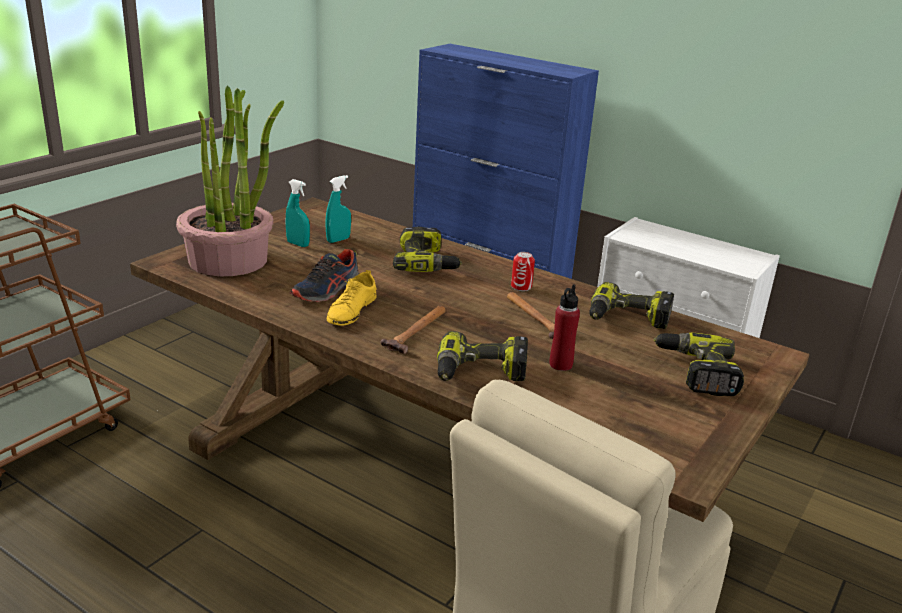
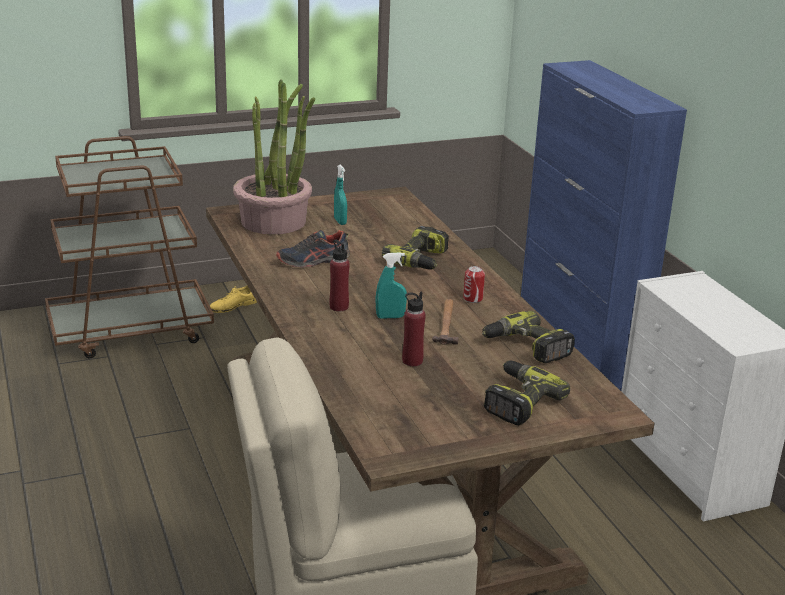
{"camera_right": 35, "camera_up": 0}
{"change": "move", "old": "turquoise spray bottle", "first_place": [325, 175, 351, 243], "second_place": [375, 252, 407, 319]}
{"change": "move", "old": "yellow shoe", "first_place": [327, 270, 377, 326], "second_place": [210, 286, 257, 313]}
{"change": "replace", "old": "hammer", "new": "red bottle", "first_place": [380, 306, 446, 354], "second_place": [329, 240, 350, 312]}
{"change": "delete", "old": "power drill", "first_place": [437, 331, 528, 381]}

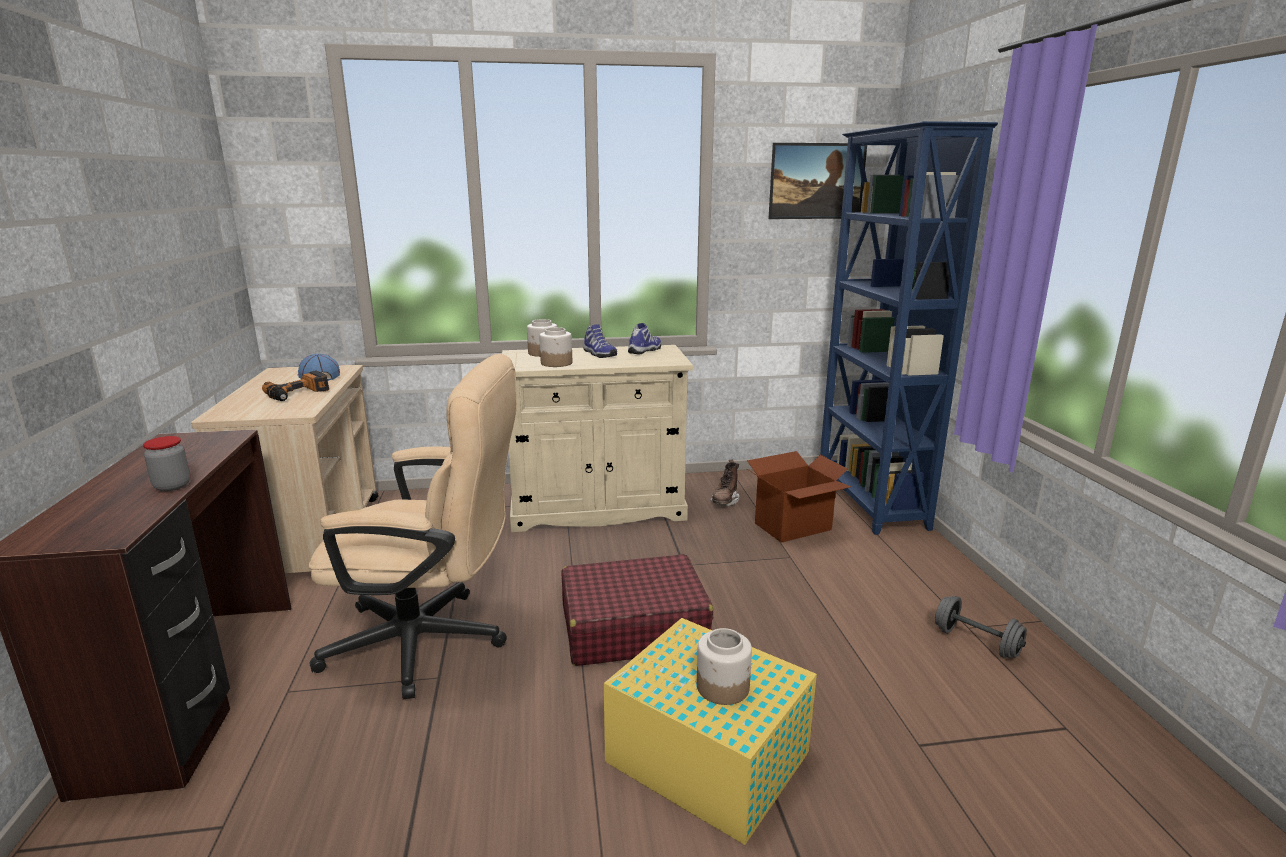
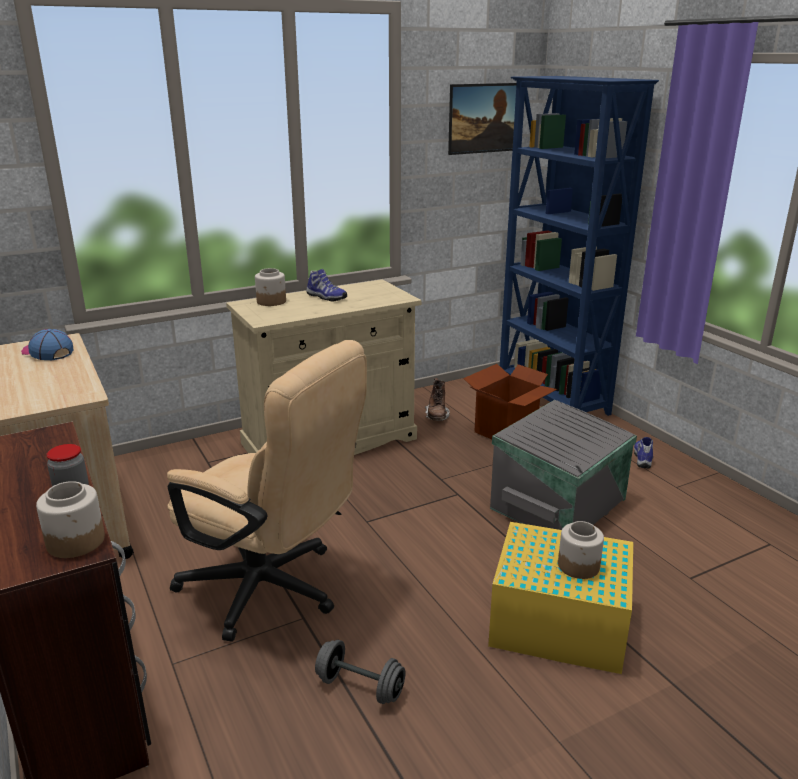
{"camera_right": -20, "camera_up": 5}
{"change": "delete", "old": "power drill", "first_place": [262, 371, 329, 401]}
{"change": "rotate", "old": "beige office chair", "first_place": [309, 354, 517, 699], "second_place": [167, 340, 367, 642], "degrees": 45}
{"change": "move", "old": "jar", "first_place": [539, 327, 572, 367], "second_place": [36, 481, 105, 558]}
{"change": "delete", "old": "red suitcase", "first_place": [561, 554, 713, 666]}
{"change": "move", "old": "shoe", "first_place": [628, 323, 661, 355], "second_place": [634, 437, 653, 468]}
{"change": "move", "old": "grey dumbbell", "first_place": [935, 596, 1027, 658], "second_place": [315, 640, 405, 704]}
{"change": "insert", "new": "grey storage box", "second_place": [490, 400, 637, 530]}

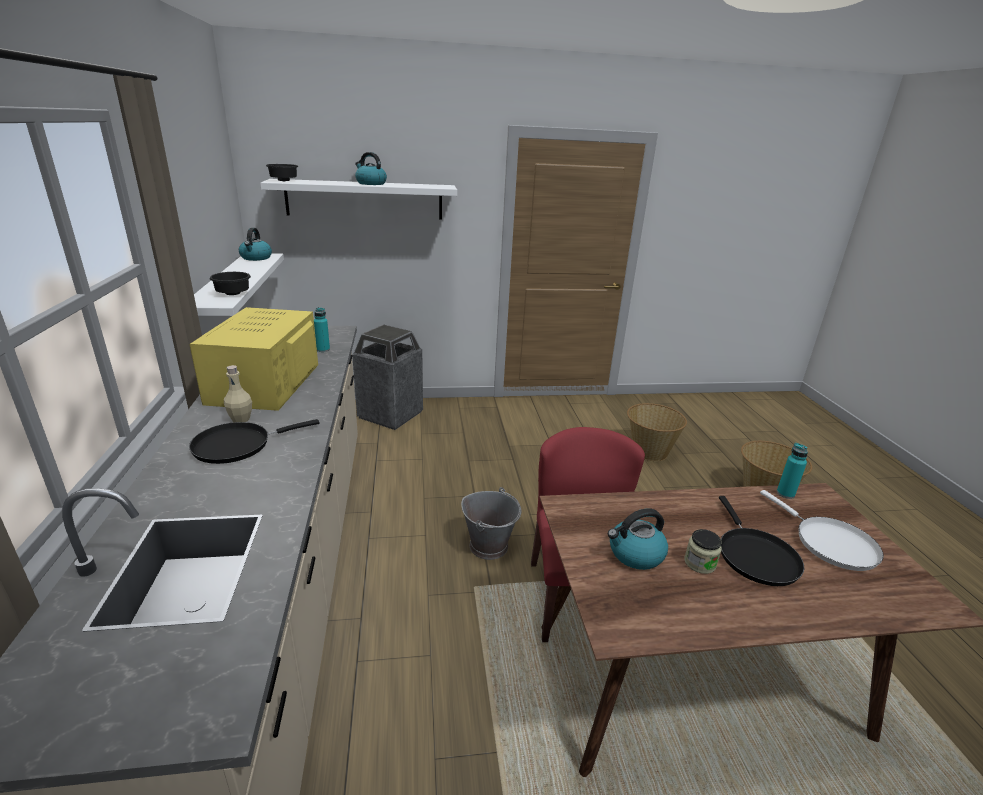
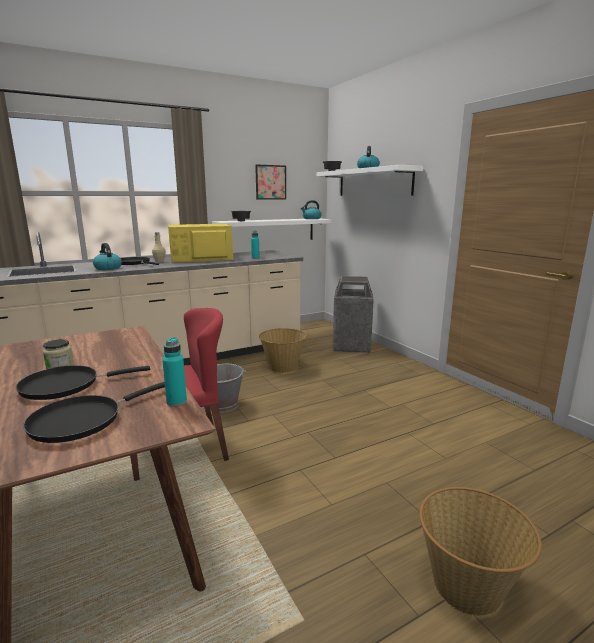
{"camera_right": 70, "camera_up": -10}
{"change": "move", "old": "kettle", "first_place": [608, 508, 668, 570], "second_place": [93, 243, 122, 270]}
{"change": "move", "old": "basket", "first_place": [627, 403, 687, 461], "second_place": [259, 328, 307, 373]}
{"change": "recolor", "old": "white frying pan", "new": "black frying pan", "first_place": [760, 490, 884, 571], "second_place": [23, 382, 165, 443]}
{"change": "insert", "new": "picture", "second_place": [255, 164, 286, 200]}

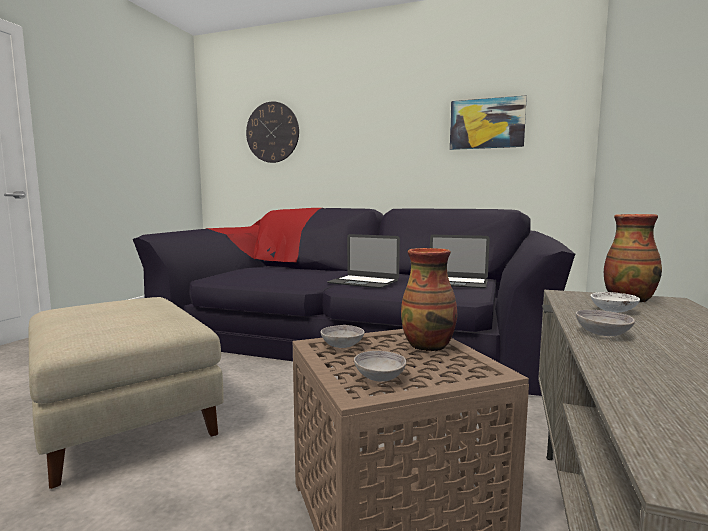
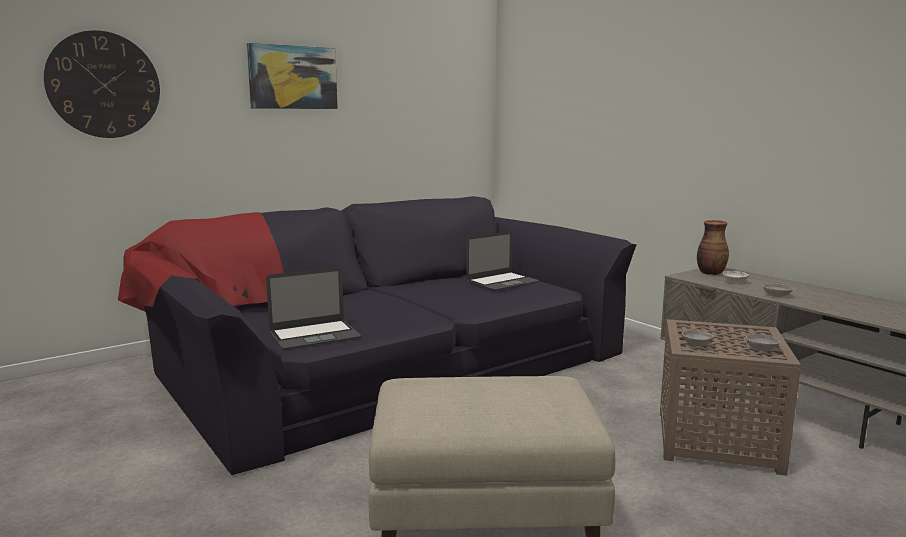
{"camera_right": -55, "camera_up": 5}
{"change": "move", "old": "laptop", "first_place": [327, 234, 400, 288], "second_place": [266, 268, 361, 349]}
{"change": "delete", "old": "vase", "first_place": [401, 248, 457, 352]}
{"change": "move", "old": "picture", "first_place": [450, 95, 527, 150], "second_place": [247, 43, 338, 109]}

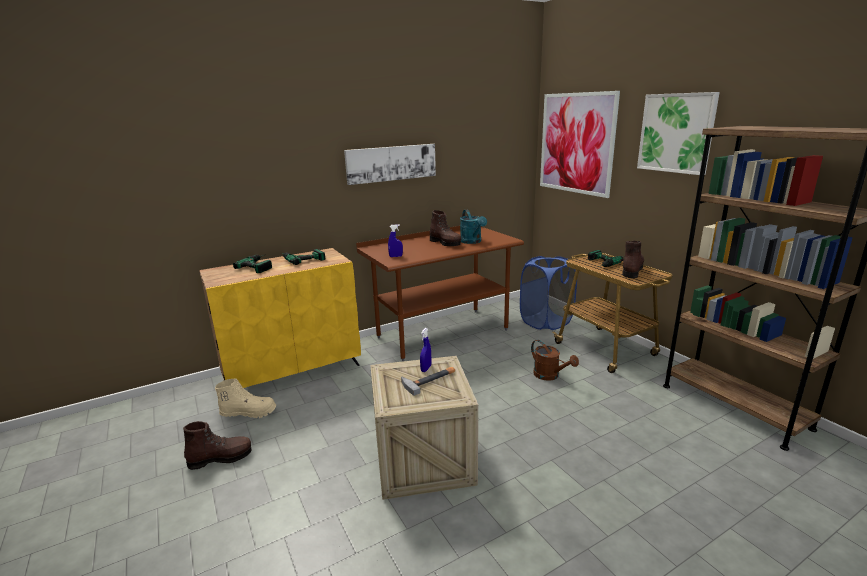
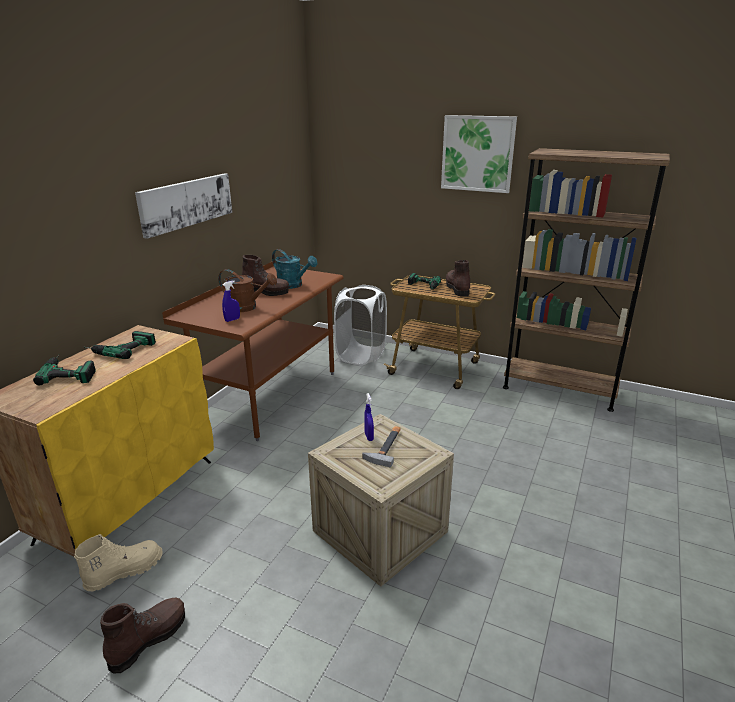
{"camera_right": -35, "camera_up": 5}
{"change": "recolor", "old": "blue laundry basket", "new": "white laundry basket", "first_place": [520, 256, 577, 330], "second_place": [334, 285, 387, 365]}
{"change": "move", "old": "brown watering can", "first_place": [531, 340, 579, 381], "second_place": [218, 269, 277, 312]}
{"change": "delete", "old": "picture", "first_place": [540, 91, 620, 198]}

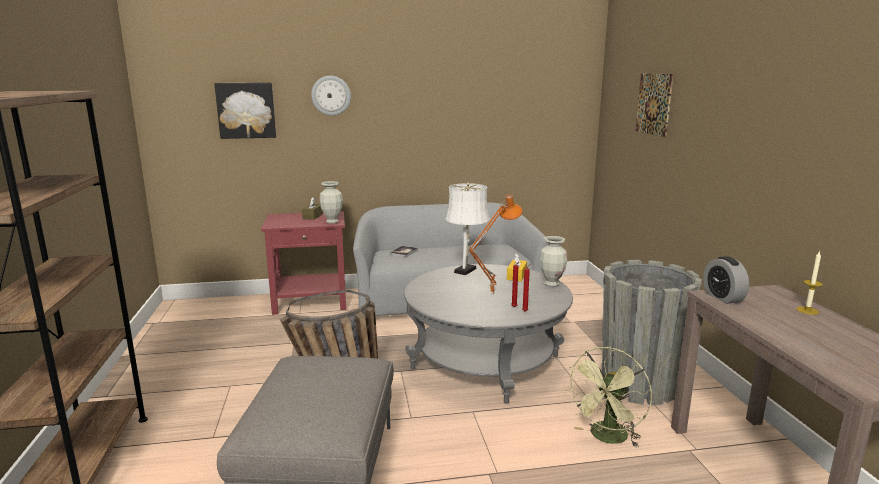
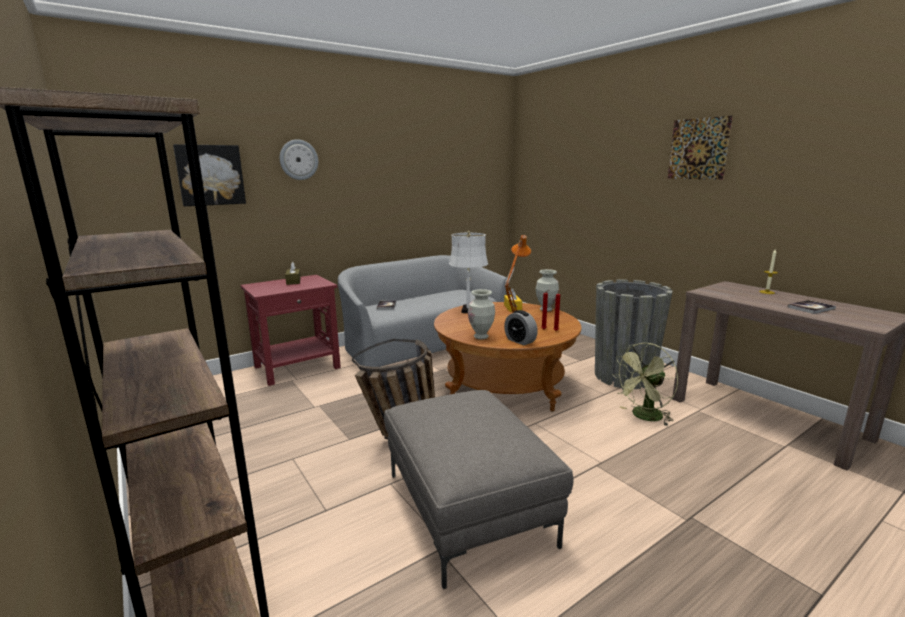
{"camera_right": -25, "camera_up": 0}
{"change": "move", "old": "vase", "first_place": [319, 181, 343, 224], "second_place": [468, 289, 495, 339]}
{"change": "recolor", "old": "grey coffee table", "new": "brown coffee table", "first_place": [404, 264, 573, 404], "second_place": [434, 302, 582, 412]}
{"change": "rotate", "old": "green fan", "first_place": [565, 347, 652, 447], "second_place": [612, 343, 678, 426], "degrees": 45}
{"change": "move", "old": "picture", "first_place": [635, 74, 673, 137], "second_place": [668, 116, 733, 180]}
{"change": "move", "old": "alarm clock", "first_place": [703, 256, 749, 304], "second_place": [504, 310, 538, 345]}
{"change": "insert", "new": "book", "second_place": [788, 300, 836, 314]}

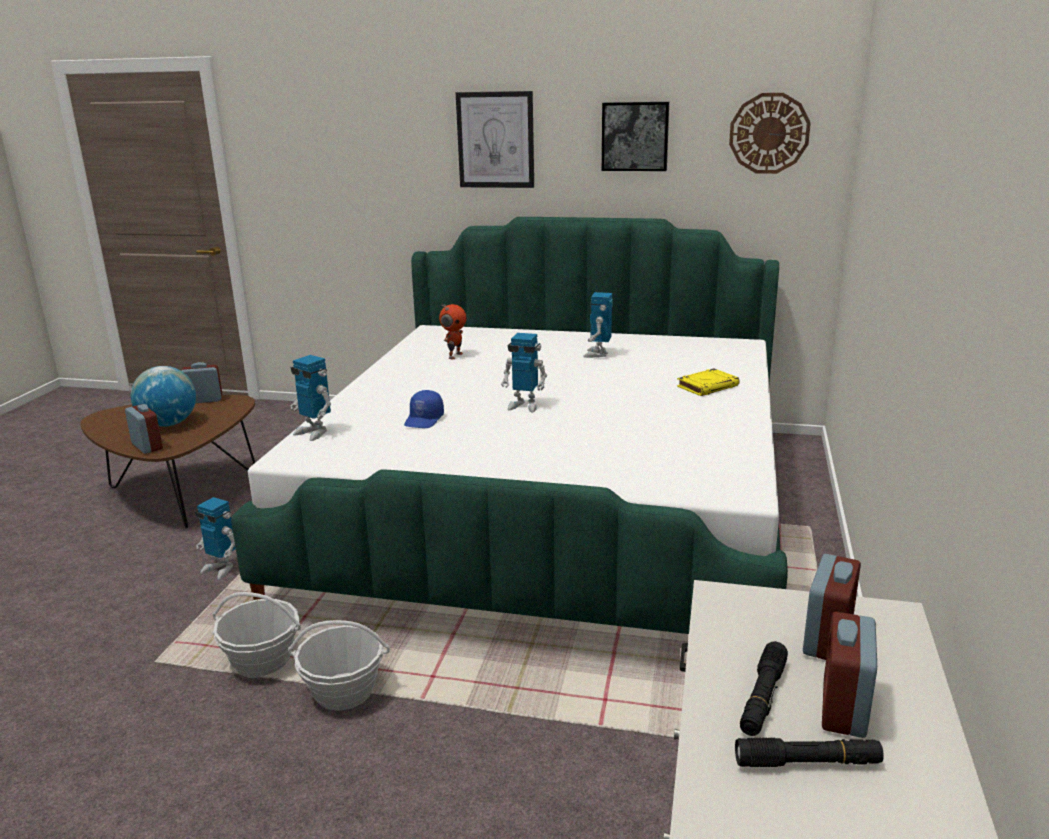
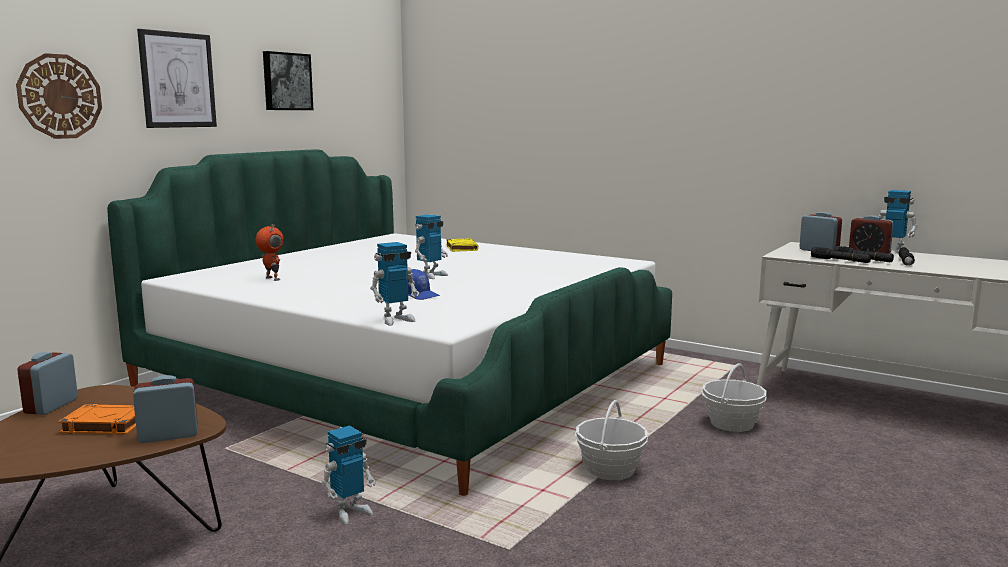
{"camera_right": -70, "camera_up": -10}
{"change": "replace", "old": "globe", "new": "orange book", "first_place": [131, 366, 196, 427], "second_place": [58, 404, 136, 435]}
{"change": "move", "old": "basket", "first_place": [213, 592, 301, 678], "second_place": [701, 363, 767, 432]}
{"change": "move", "old": "toy robot", "first_place": [583, 292, 613, 358], "second_place": [878, 190, 918, 255]}
{"change": "move", "old": "wall clock", "first_place": [729, 93, 811, 174], "second_place": [16, 53, 102, 139]}
{"change": "insert", "new": "black flashlight", "second_place": [811, 247, 871, 263]}

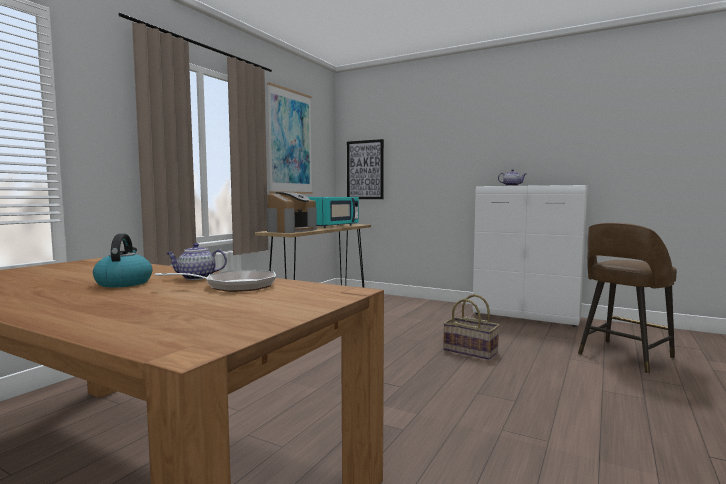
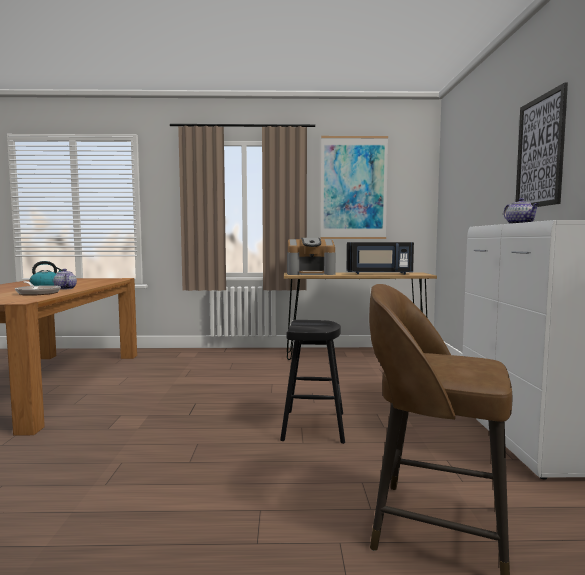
{"camera_right": 60, "camera_up": 0}
{"change": "recolor", "old": "turquoise microwave", "new": "black microwave", "first_place": [308, 197, 359, 228], "second_place": [347, 242, 414, 275]}
{"change": "move", "old": "picture", "first_place": [347, 139, 384, 199], "second_place": [516, 82, 568, 207]}
{"change": "replace", "old": "basket", "new": "black stool", "first_place": [443, 294, 500, 360], "second_place": [280, 320, 345, 444]}

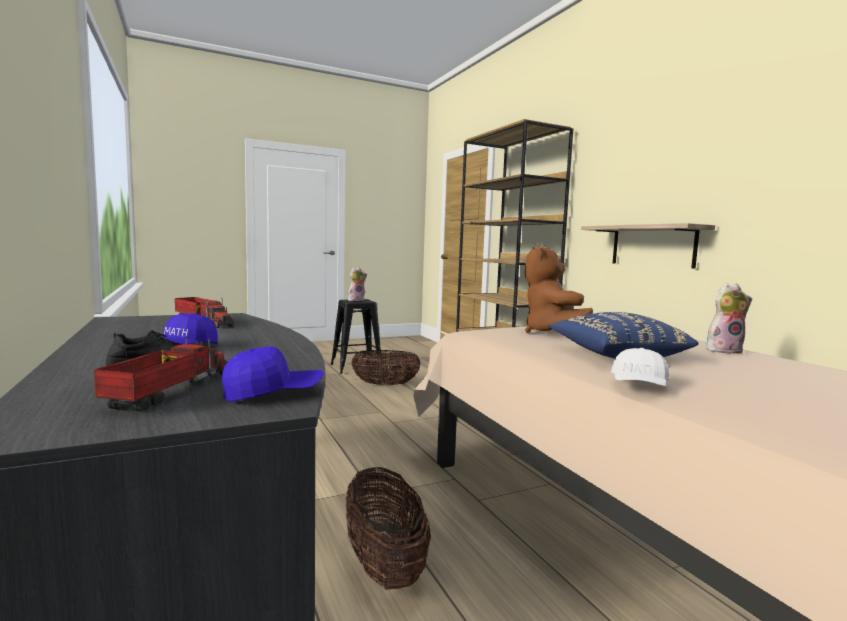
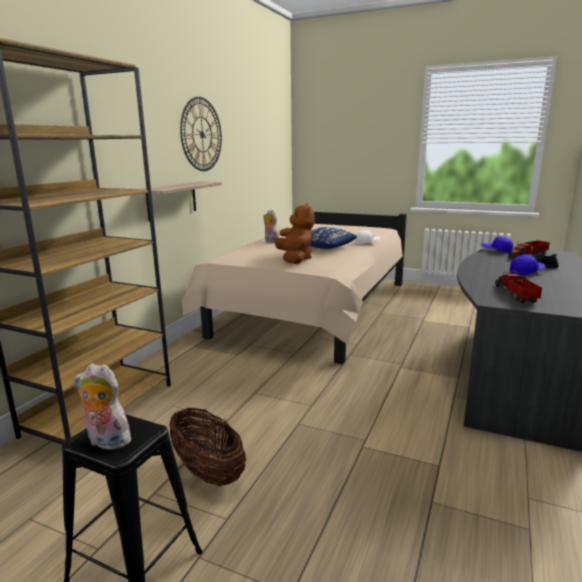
{"camera_right": -130, "camera_up": 10}
{"change": "delete", "old": "basket", "first_place": [345, 467, 431, 590]}
{"change": "rotate", "old": "brown plush toy", "first_place": [525, 245, 593, 333], "second_place": [274, 203, 314, 264], "degrees": -60}
{"change": "insert", "new": "wall clock", "second_place": [180, 97, 222, 171]}

